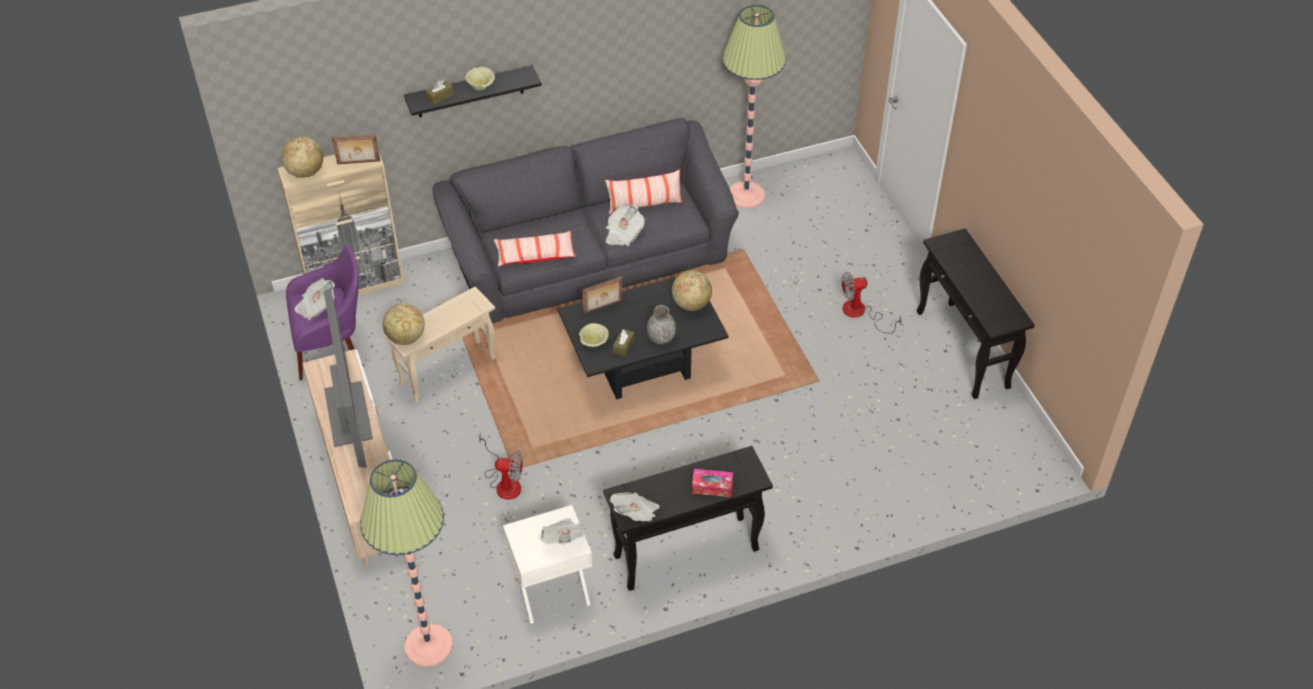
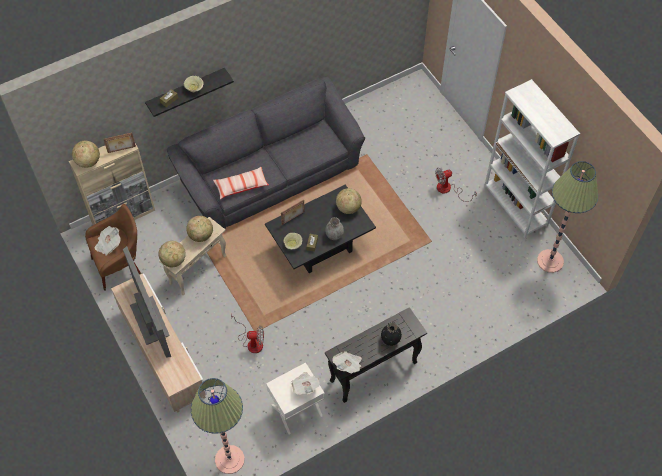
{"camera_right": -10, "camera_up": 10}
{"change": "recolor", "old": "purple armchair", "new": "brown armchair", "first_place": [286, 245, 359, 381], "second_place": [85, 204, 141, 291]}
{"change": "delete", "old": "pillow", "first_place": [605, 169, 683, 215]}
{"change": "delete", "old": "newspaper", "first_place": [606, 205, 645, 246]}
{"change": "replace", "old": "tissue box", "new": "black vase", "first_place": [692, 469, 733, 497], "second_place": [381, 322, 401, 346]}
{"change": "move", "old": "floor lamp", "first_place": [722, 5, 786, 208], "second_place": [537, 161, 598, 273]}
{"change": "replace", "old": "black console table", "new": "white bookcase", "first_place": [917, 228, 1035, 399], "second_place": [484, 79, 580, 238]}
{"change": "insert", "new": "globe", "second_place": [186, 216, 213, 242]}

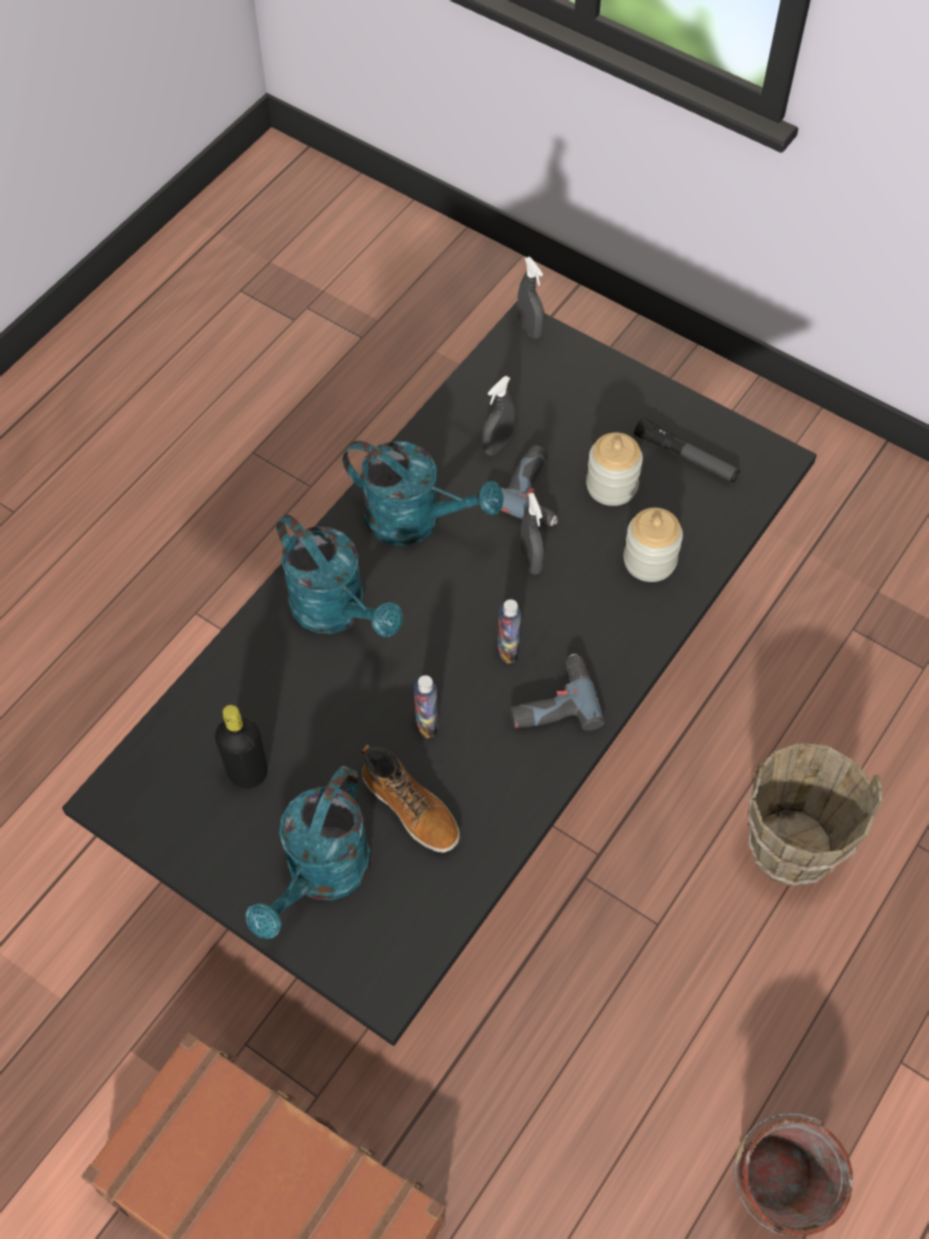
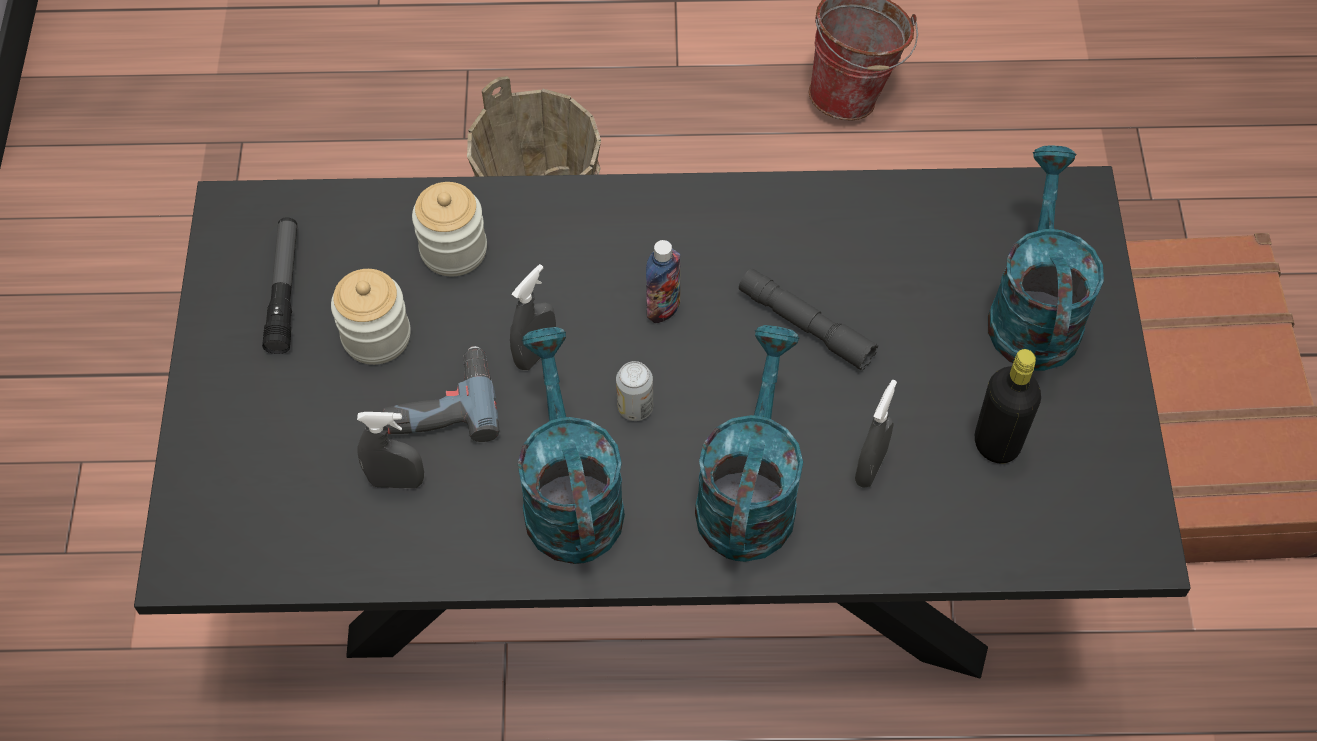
{"camera_right": -125, "camera_up": 0}
{"change": "rotate", "old": "turquoise watering can", "first_place": [245, 766, 371, 939], "second_place": [988, 146, 1104, 371], "degrees": -75}
{"change": "delete", "old": "boot", "first_place": [361, 745, 460, 853]}
{"change": "replace", "old": "bottle", "new": "grey flashlight", "first_place": [414, 675, 438, 738], "second_place": [739, 268, 878, 371]}
{"change": "delete", "old": "power drill", "first_place": [510, 654, 604, 731]}
{"change": "move", "old": "grey spray bottle", "first_place": [517, 257, 545, 339], "second_place": [855, 380, 897, 488]}
{"change": "insert", "new": "can", "second_place": [616, 361, 653, 421]}

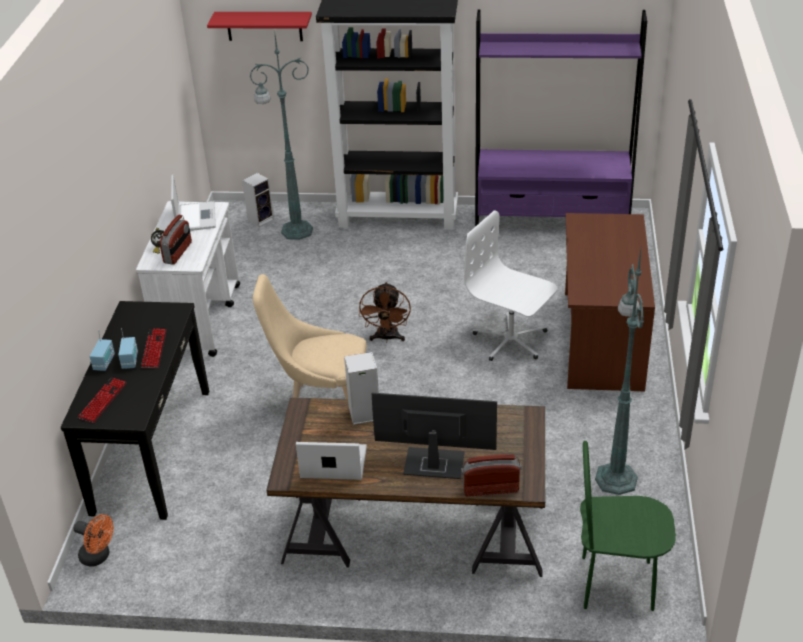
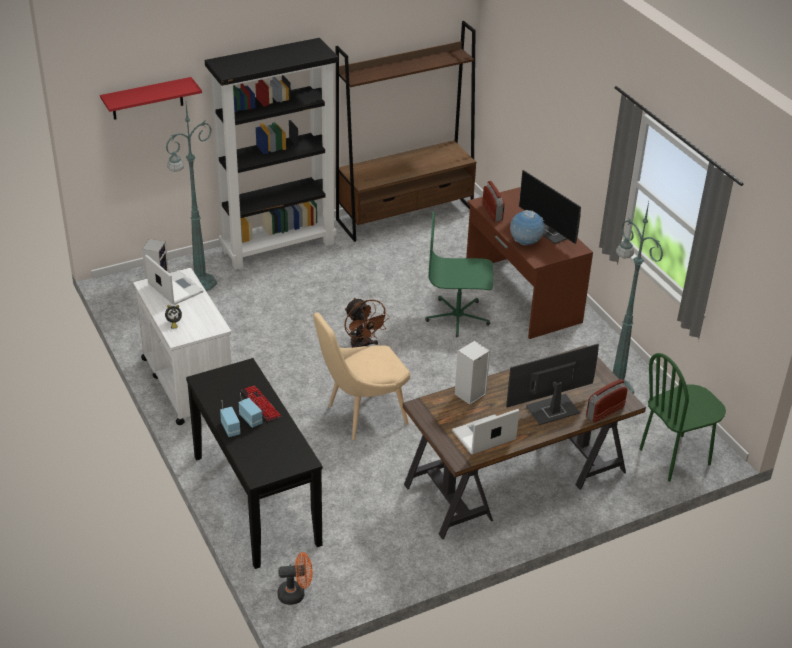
{"camera_right": -35, "camera_up": 0}
{"change": "delete", "old": "keyboard", "first_place": [78, 378, 127, 423]}
{"change": "move", "old": "radio", "first_place": [160, 215, 192, 265], "second_place": [482, 181, 505, 222]}
{"change": "recolor", "old": "white office chair", "new": "green office chair", "first_place": [464, 210, 558, 361], "second_place": [425, 212, 493, 337]}
{"change": "recolor", "old": "purple bookcase", "new": "brown bookcase", "first_place": [475, 9, 647, 227], "second_place": [336, 21, 476, 242]}
{"change": "insert", "new": "globe", "second_place": [510, 210, 545, 245]}
{"change": "insert", "new": "monitor", "second_place": [519, 170, 581, 244]}

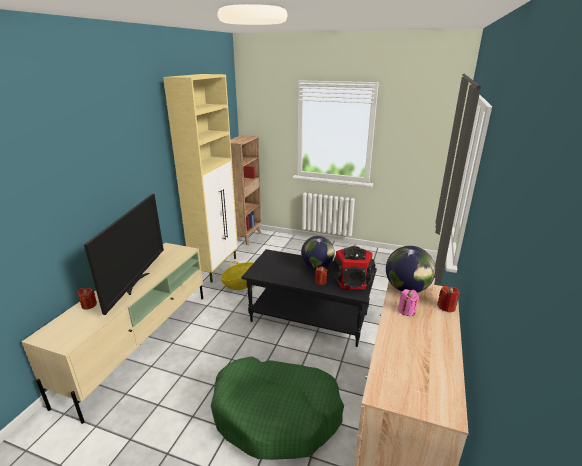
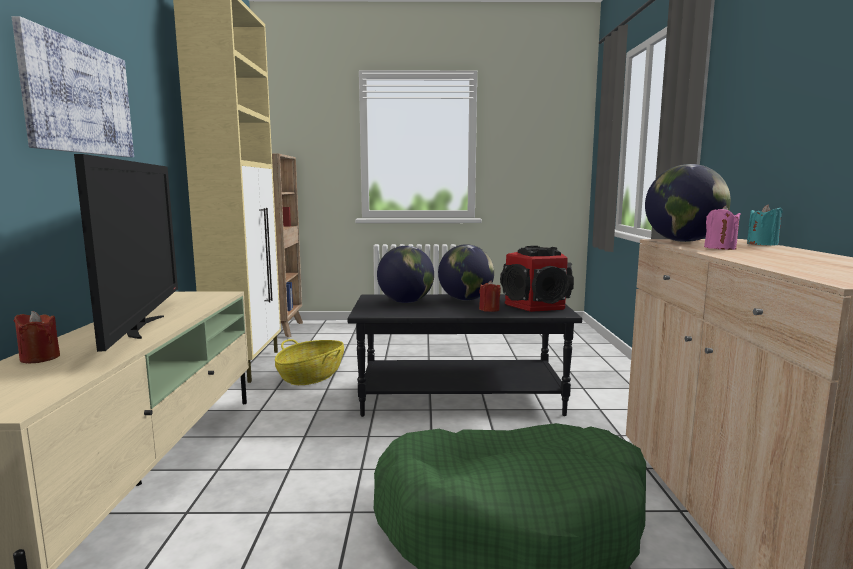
{"camera_right": -20, "camera_up": -15}
{"change": "recolor", "old": "red candle", "new": "turquoise candle", "first_place": [437, 286, 460, 312], "second_place": [747, 204, 783, 246]}
{"change": "insert", "new": "picture", "second_place": [12, 16, 134, 157]}
{"change": "insert", "new": "globe", "second_place": [377, 246, 434, 303]}

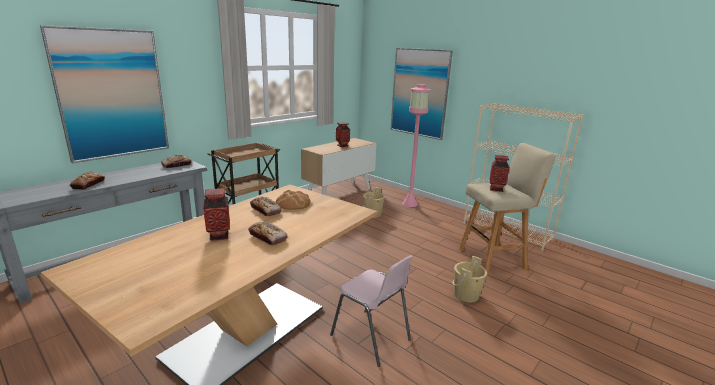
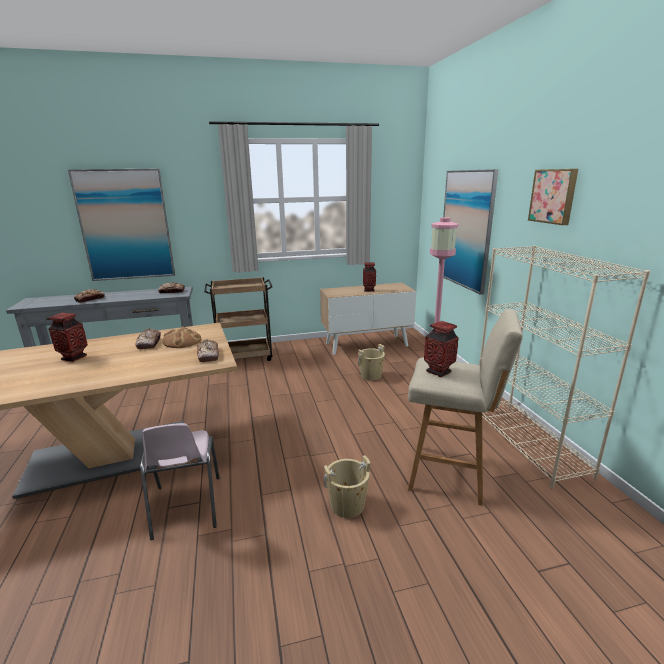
{"camera_right": 35, "camera_up": 0}
{"change": "move", "old": "bread", "first_place": [248, 221, 287, 245], "second_place": [197, 339, 219, 362]}
{"change": "insert", "new": "picture", "second_place": [528, 169, 578, 225]}

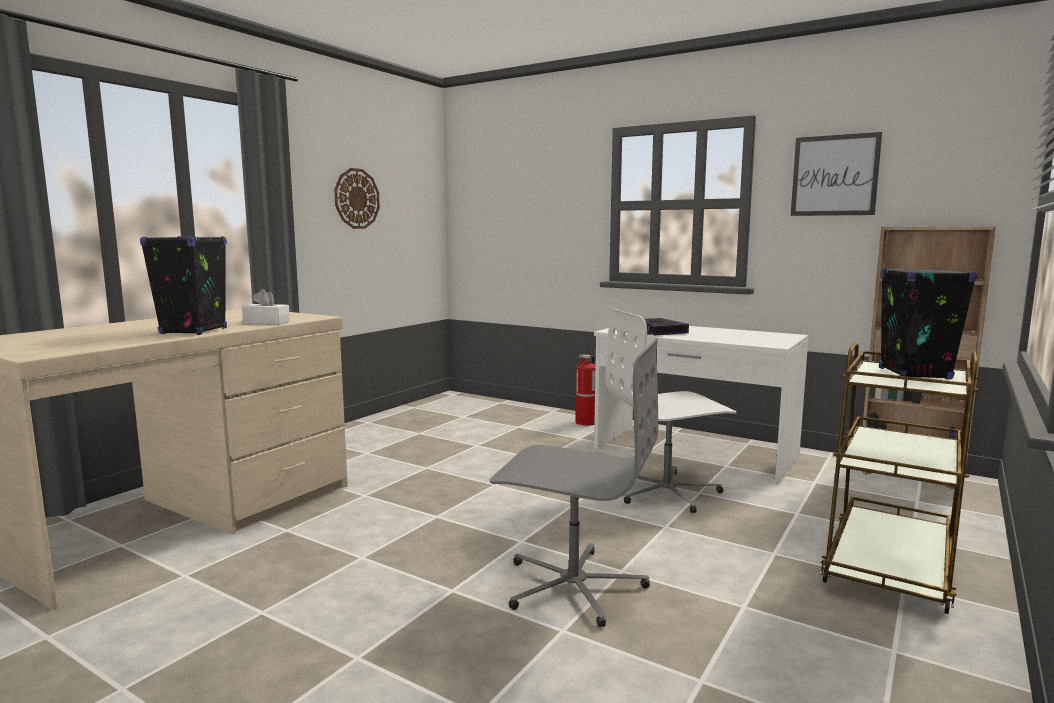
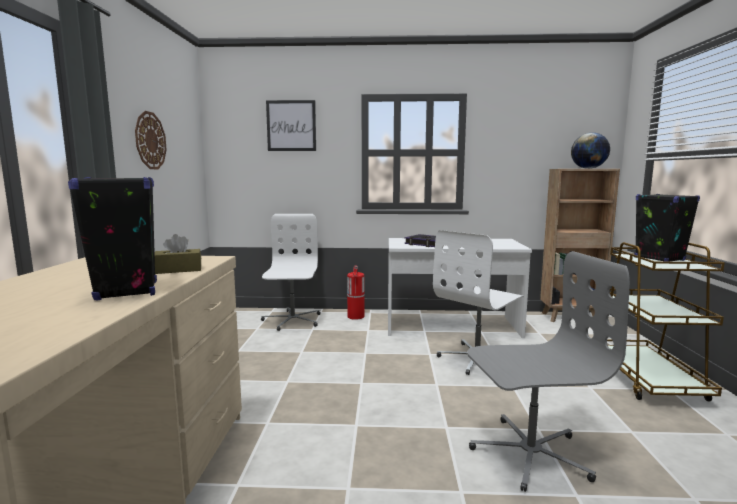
{"camera_right": -30, "camera_up": 0}
{"change": "recolor", "old": "white tissue box", "new": "brown tissue box", "first_place": [242, 289, 290, 324], "second_place": [155, 234, 201, 274]}
{"change": "move", "old": "picture", "first_place": [791, 132, 882, 216], "second_place": [266, 100, 316, 151]}
{"change": "insert", "new": "white office chair", "second_place": [261, 214, 321, 331]}
{"change": "insert", "new": "globe", "second_place": [571, 133, 610, 169]}

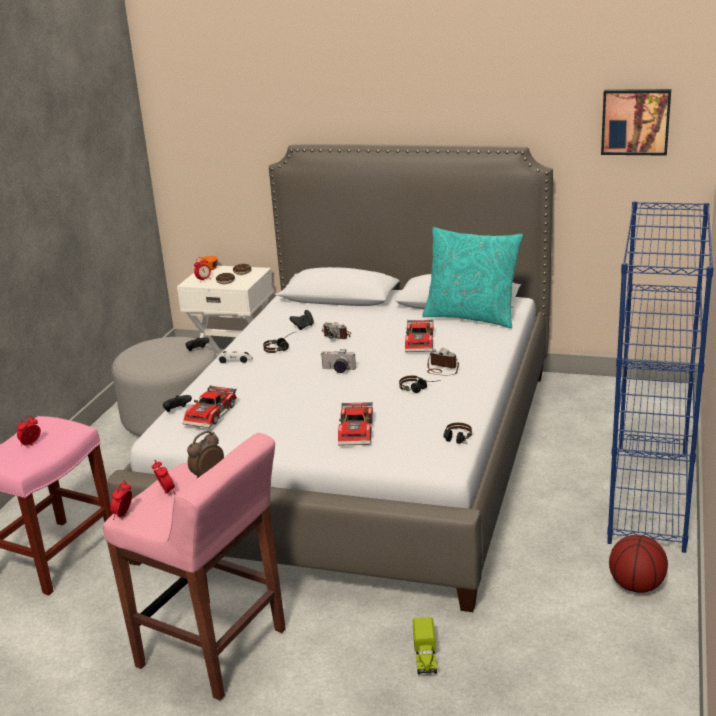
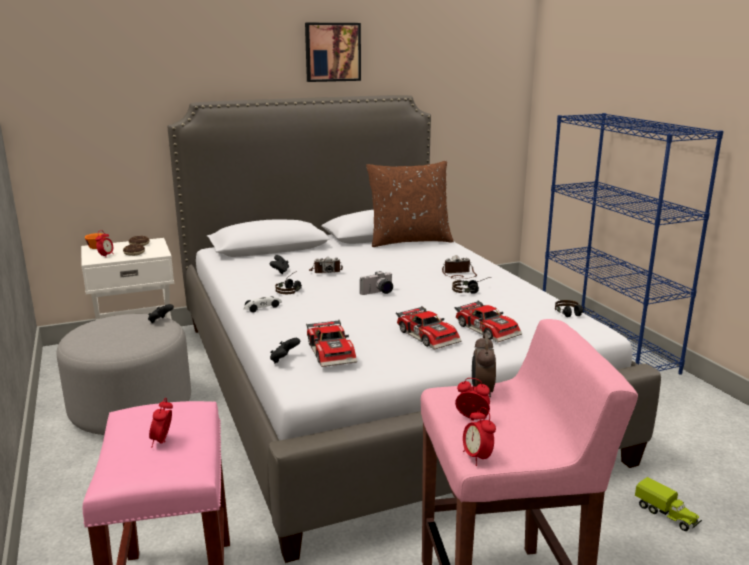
{"camera_right": -40, "camera_up": -5}
{"change": "move", "old": "toy car", "first_place": [405, 319, 433, 352], "second_place": [396, 306, 461, 350]}
{"change": "recolor", "old": "turquoise pillow", "new": "brown pillow", "first_place": [422, 227, 523, 328], "second_place": [366, 161, 454, 247]}
{"change": "move", "old": "picture", "first_place": [601, 89, 671, 156], "second_place": [305, 23, 361, 82]}
{"change": "delete", "old": "basketball", "first_place": [609, 535, 668, 593]}

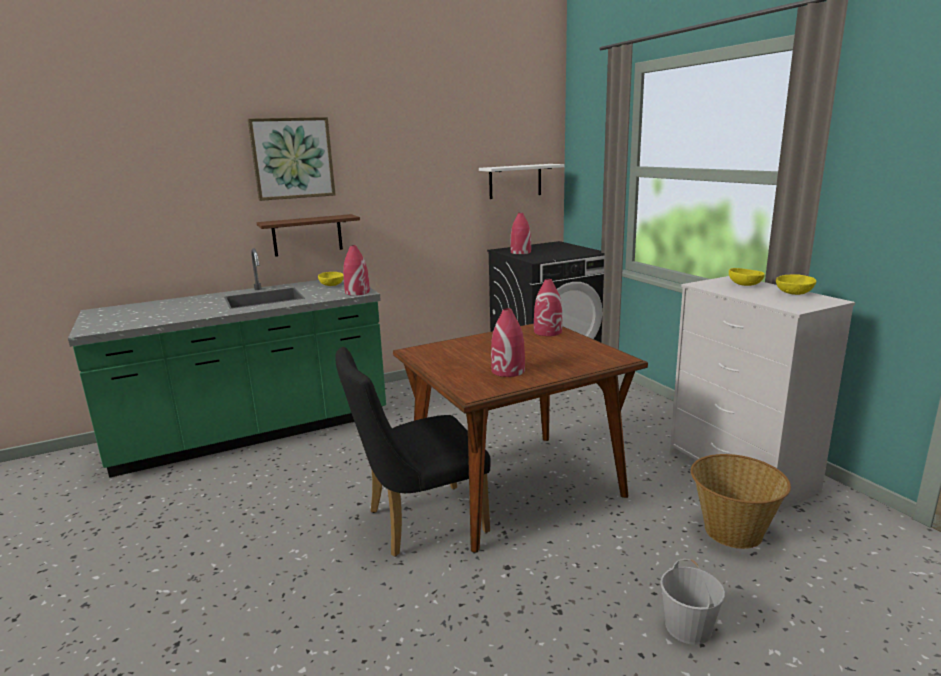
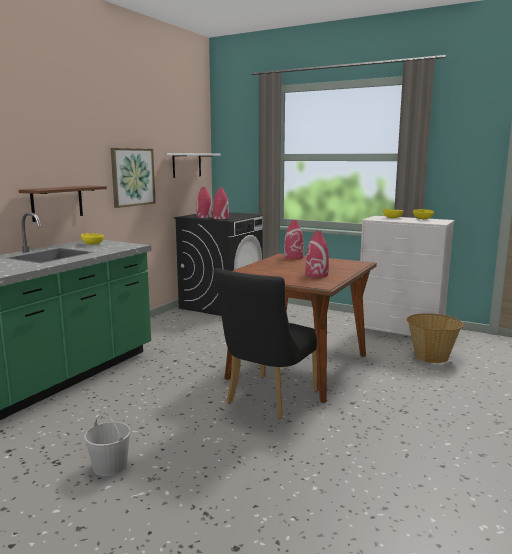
{"camera_right": -35, "camera_up": -5}
{"change": "move", "old": "picture", "first_place": [248, 117, 336, 201], "second_place": [111, 148, 156, 208]}
{"change": "move", "old": "red vase", "first_place": [343, 245, 370, 296], "second_place": [213, 188, 229, 219]}
{"change": "move", "old": "white bucket", "first_place": [660, 559, 725, 645], "second_place": [84, 412, 131, 476]}

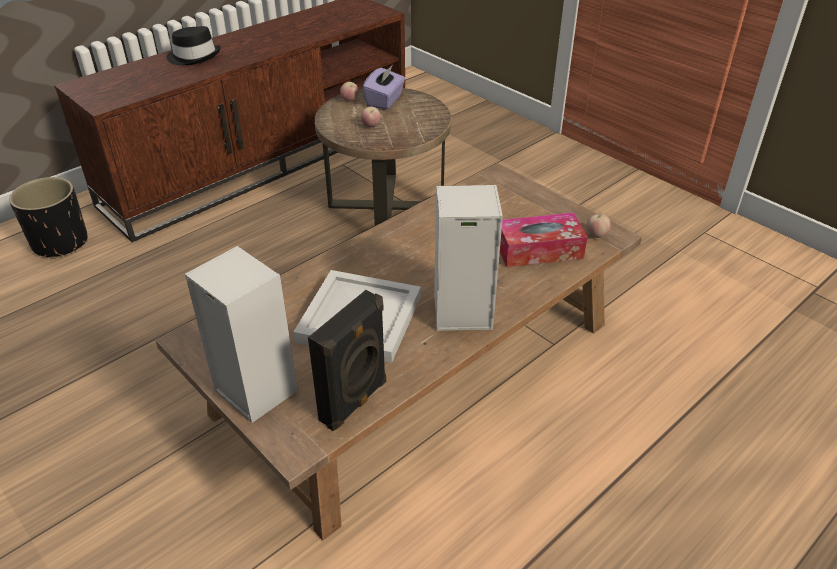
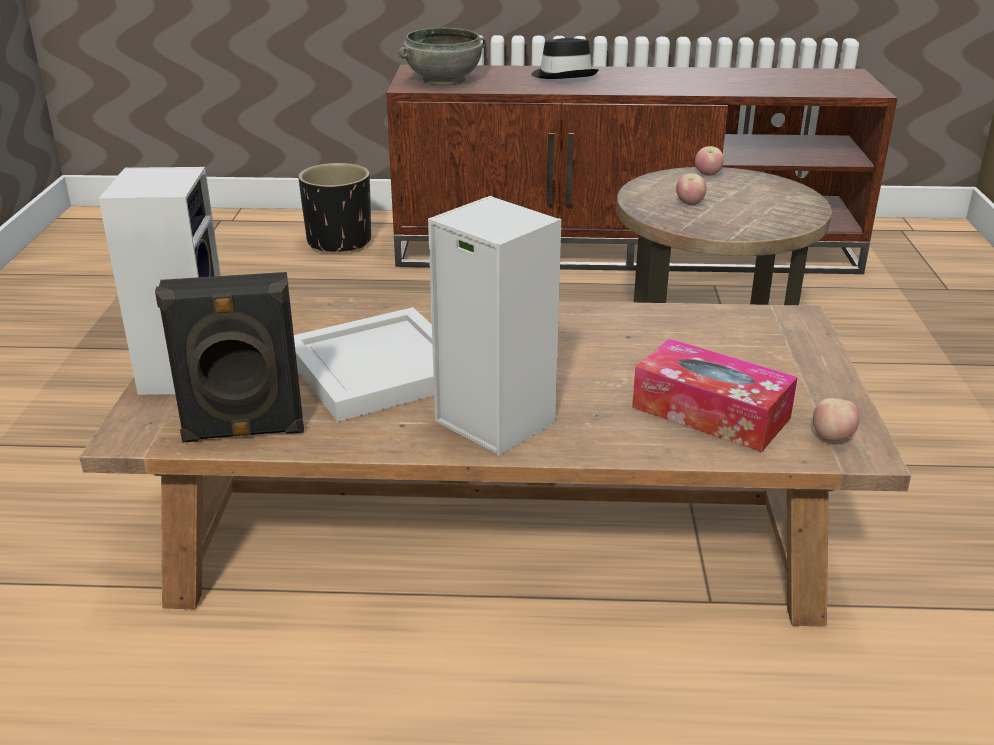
{"camera_right": 45, "camera_up": -10}
{"change": "delete", "old": "purple tissue box", "first_place": [362, 65, 405, 110]}
{"change": "insert", "new": "grey bowl", "second_place": [398, 28, 486, 86]}

